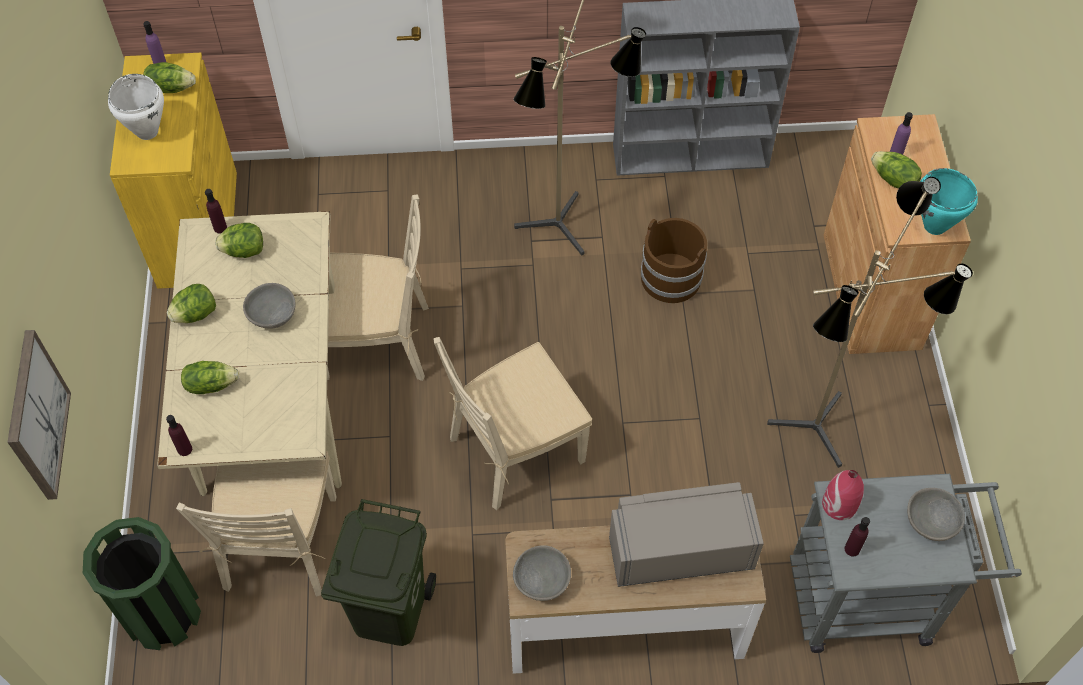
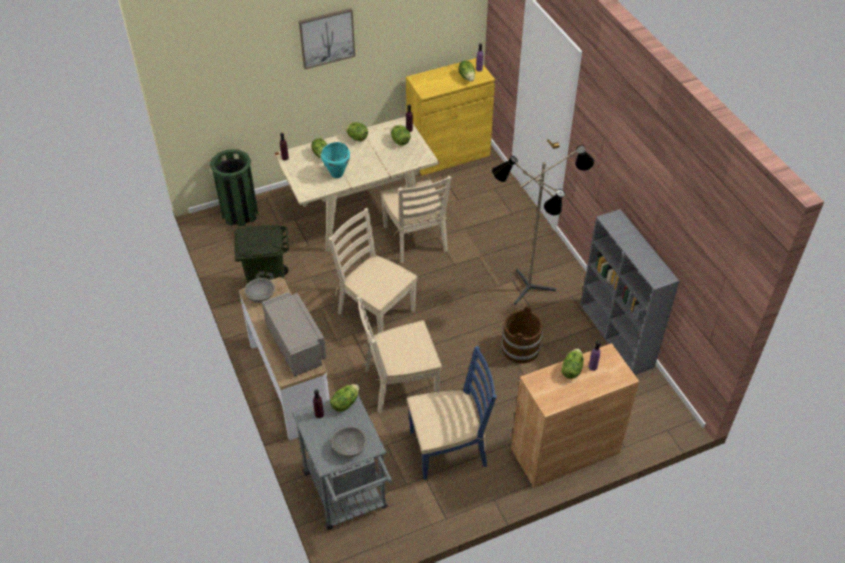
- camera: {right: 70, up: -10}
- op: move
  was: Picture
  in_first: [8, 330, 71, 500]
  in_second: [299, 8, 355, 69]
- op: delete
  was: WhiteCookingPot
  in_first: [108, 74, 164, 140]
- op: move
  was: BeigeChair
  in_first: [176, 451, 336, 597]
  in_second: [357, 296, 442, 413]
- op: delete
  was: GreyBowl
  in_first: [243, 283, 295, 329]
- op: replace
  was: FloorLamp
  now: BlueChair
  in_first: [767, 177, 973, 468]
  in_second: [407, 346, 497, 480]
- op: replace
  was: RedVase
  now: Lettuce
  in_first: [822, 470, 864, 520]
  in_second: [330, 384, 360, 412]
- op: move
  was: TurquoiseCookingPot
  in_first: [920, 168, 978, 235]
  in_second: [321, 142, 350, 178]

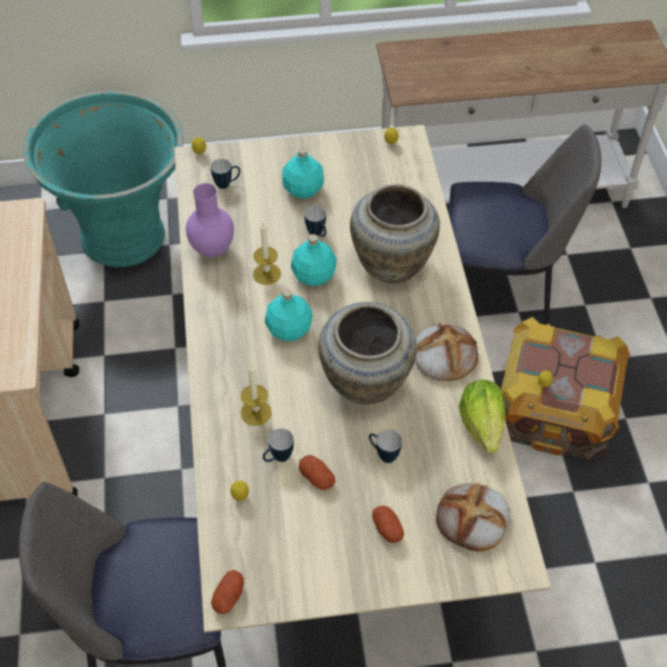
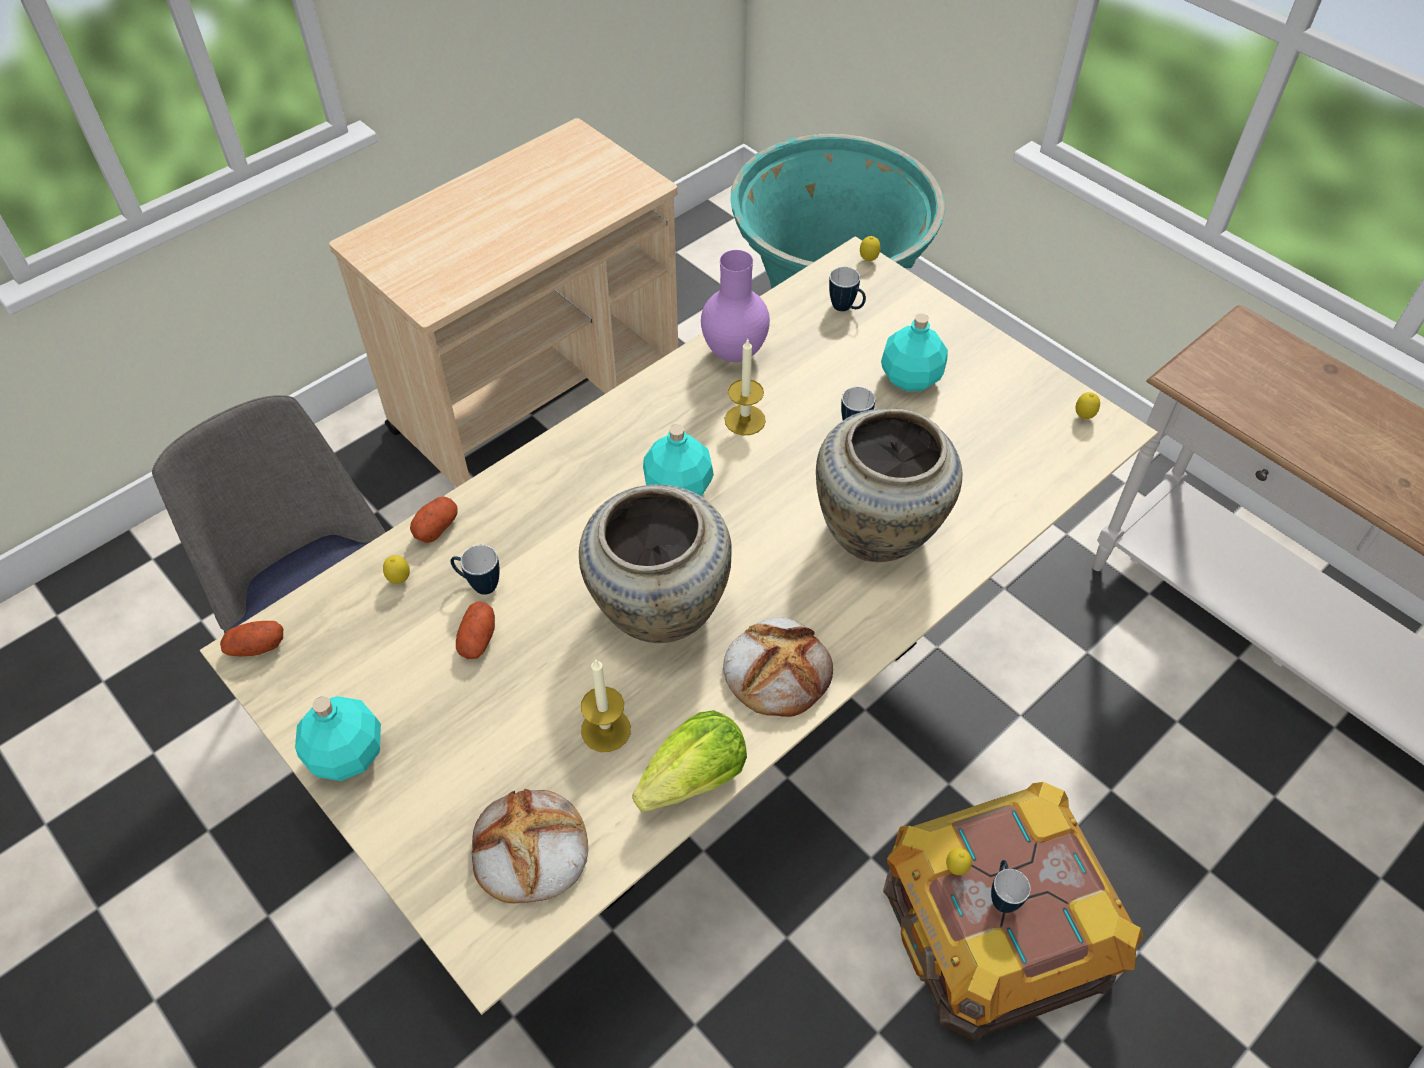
- camera: {right: 55, up: 0}
- op: move
  was: Candle
  in_first: [241, 364, 272, 426]
  in_second: [581, 658, 631, 752]
- op: move
  was: TurquoiseBottle
  in_first: [291, 234, 337, 286]
  in_second: [295, 696, 381, 781]
- op: move
  was: Mug
  in_first: [369, 430, 402, 463]
  in_second: [991, 860, 1031, 913]
- op: move
  was: Potato
  in_first: [372, 506, 404, 543]
  in_second: [410, 496, 458, 543]
- op: delete
  was: Chair
  in_first: [448, 124, 601, 325]

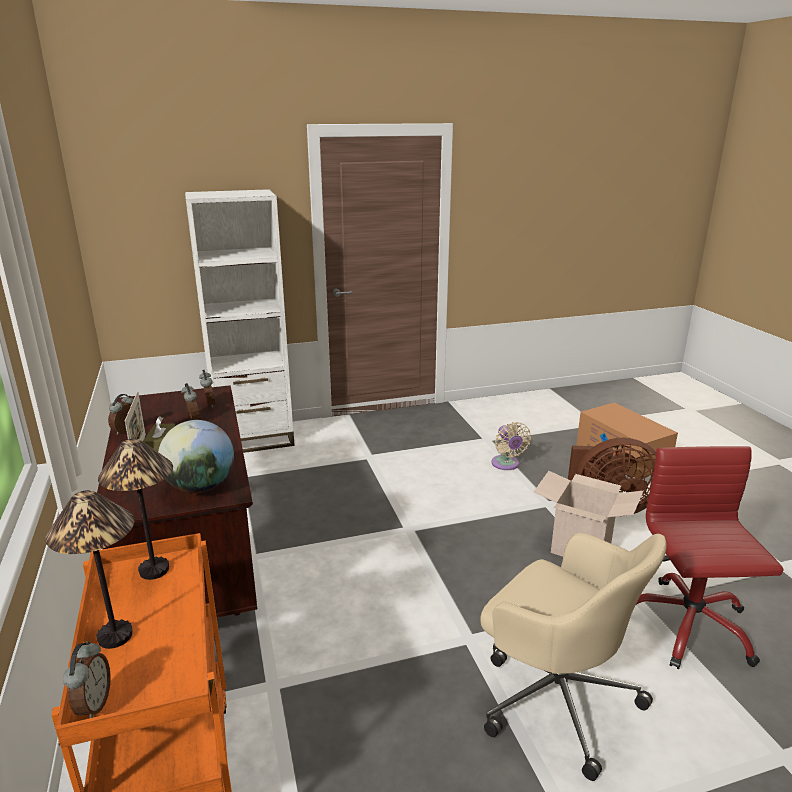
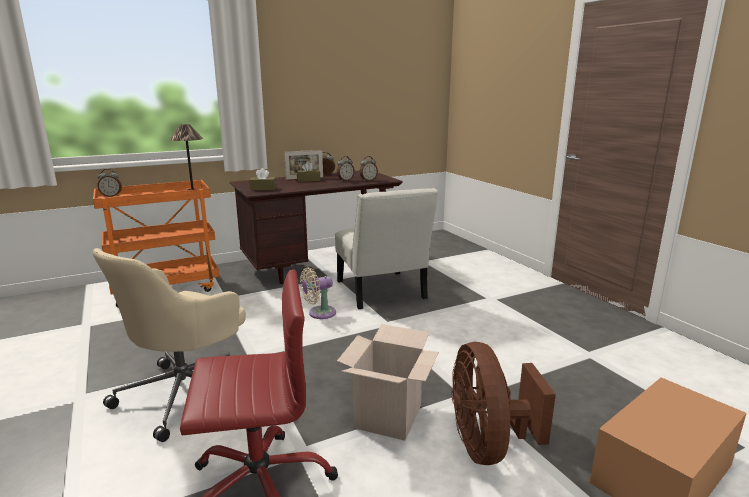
- camera: {right: 80, up: -5}
- op: delete
  was: TableLamp
  in_first: [45, 490, 135, 649]
- op: replace
  was: Globe
  now: BrownTissueBox
  in_first: [158, 420, 234, 493]
  in_second: [249, 168, 276, 190]
- op: delete
  was: WhiteBookcase
  in_first: [185, 189, 295, 453]
- op: move
  was: BeigeFan
  in_first: [492, 422, 531, 470]
  in_second: [300, 267, 336, 319]
- op: insert
  now: WhiteChair
  in_second: [335, 188, 439, 309]

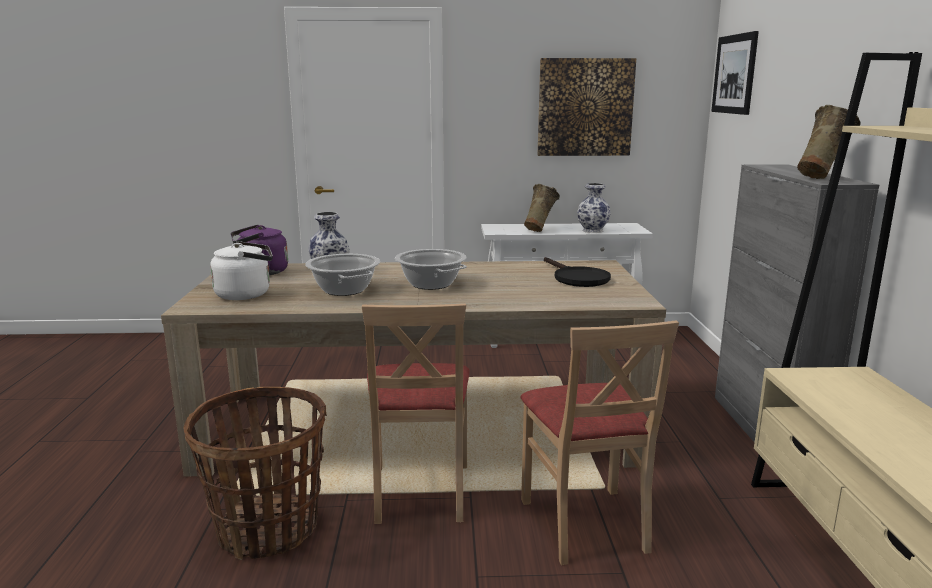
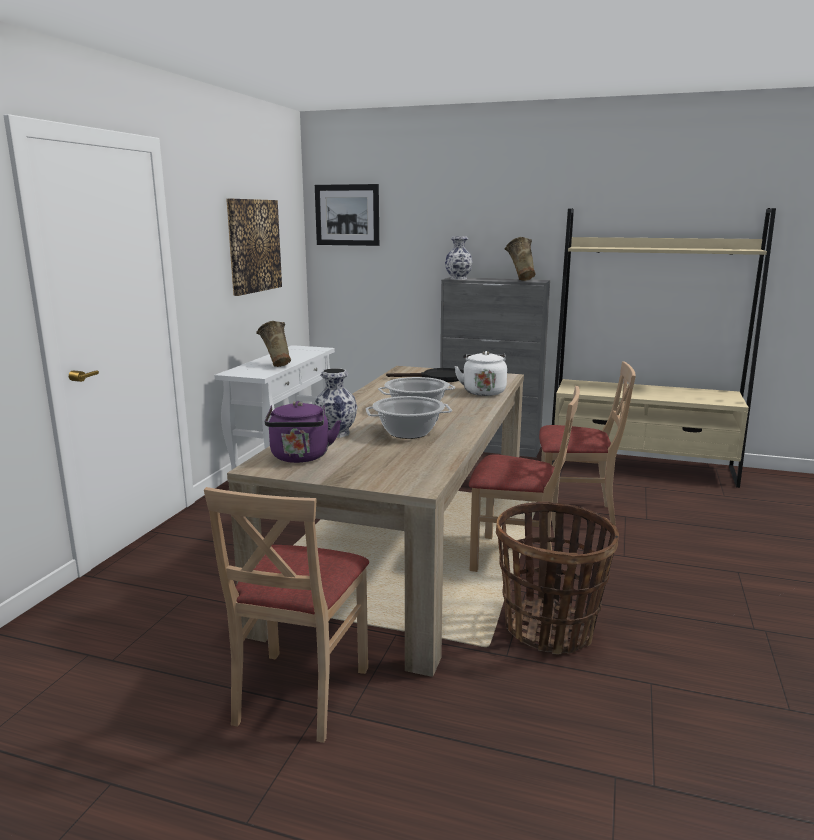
- camera: {right: -70, up: 0}
- op: move
  was: WhiteKettle
  in_first: [210, 241, 273, 300]
  in_second: [454, 351, 507, 396]
- op: move
  was: Vase
  in_first: [577, 183, 611, 233]
  in_second: [445, 236, 473, 280]
- op: insert
  now: BeigeChair
  in_second: [204, 487, 369, 743]

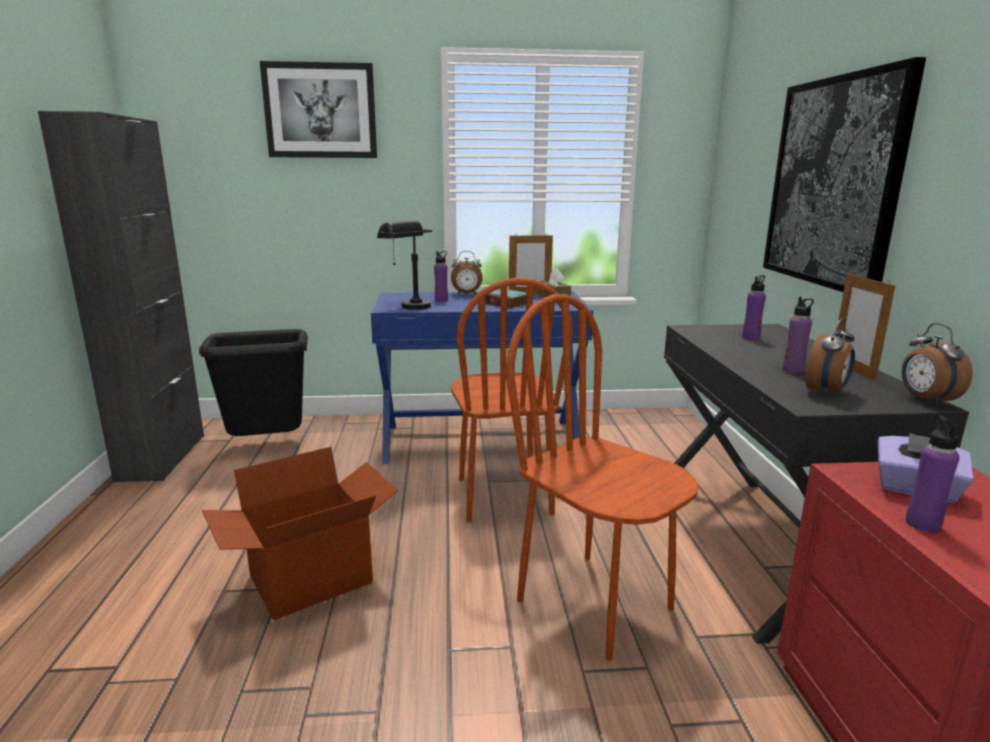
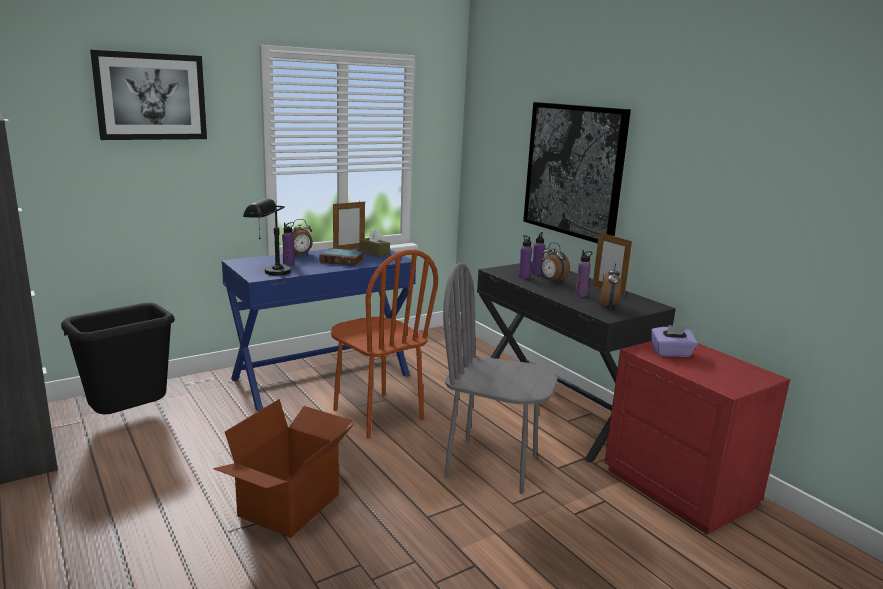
- camera: {right: -30, up: 0}
- op: recolor
  was: BrownChair
  now: GreyChair
  in_first: [506, 294, 698, 661]
  in_second: [443, 263, 557, 494]
- op: move
  was: AlarmClock
  in_first: [901, 323, 973, 406]
  in_second: [540, 242, 570, 283]
- op: move
  was: PurpleBottle
  in_first: [906, 415, 960, 532]
  in_second: [518, 235, 532, 279]

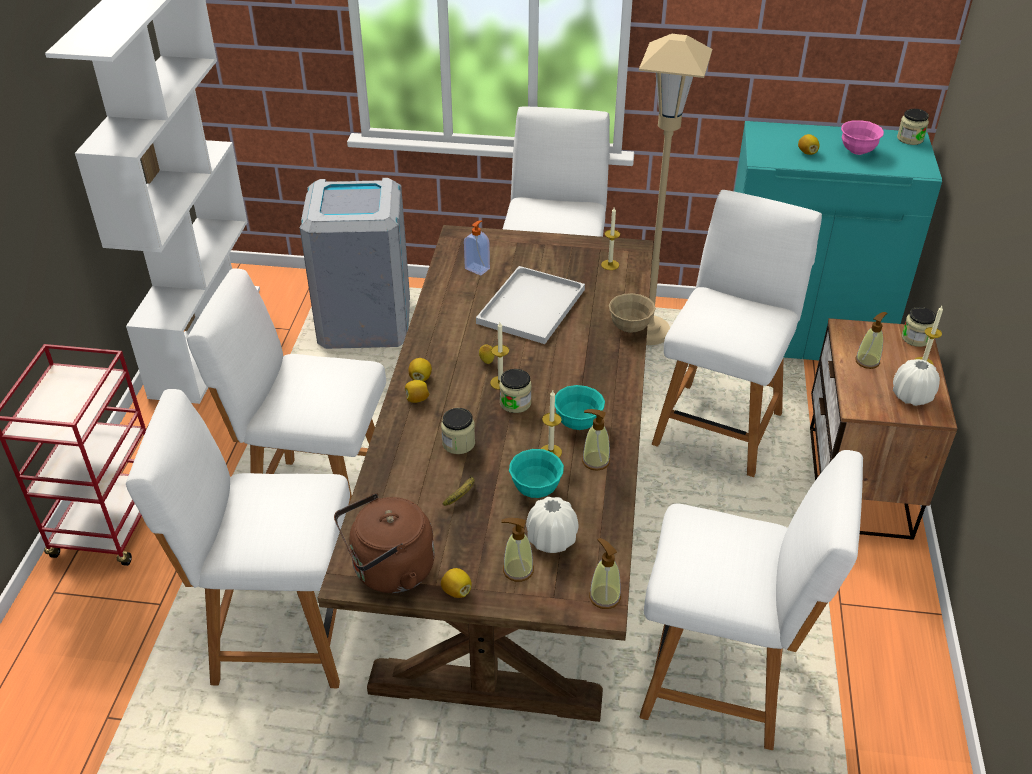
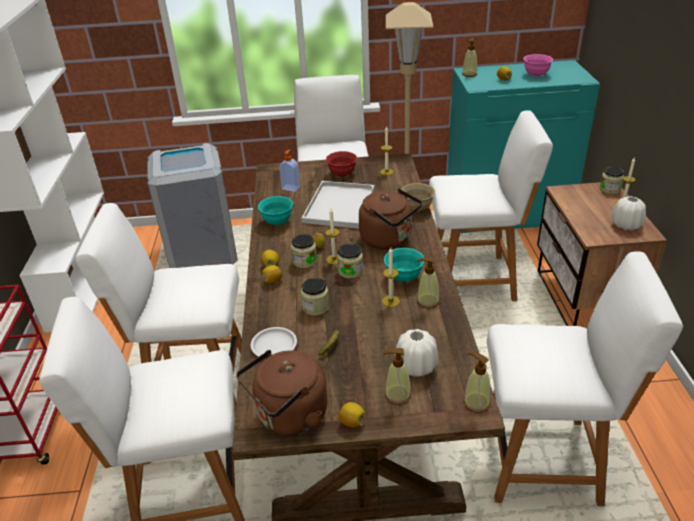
- camera: {right: -10, up: -5}
- op: move
  was: TurquoiseBowl
  in_first: [509, 449, 564, 498]
  in_second: [258, 196, 293, 225]
- op: rotate
  was: WhiteChair
  in_first: [652, 190, 822, 477]
  in_second: [429, 110, 553, 301]
  clockwise: 75
- op: move
  was: SoapDispenser
  in_first: [855, 312, 887, 369]
  in_second: [462, 38, 477, 77]
- op: move
  was: Jar
  in_first: [897, 109, 929, 145]
  in_second: [291, 234, 317, 268]
- op: insert
  now: WhitePlate
  in_second: [251, 327, 297, 357]
- op: insert
  now: RedBowl
  in_second: [326, 151, 357, 177]
- op: insert
  now: BrownKettle
  in_second: [359, 188, 422, 249]

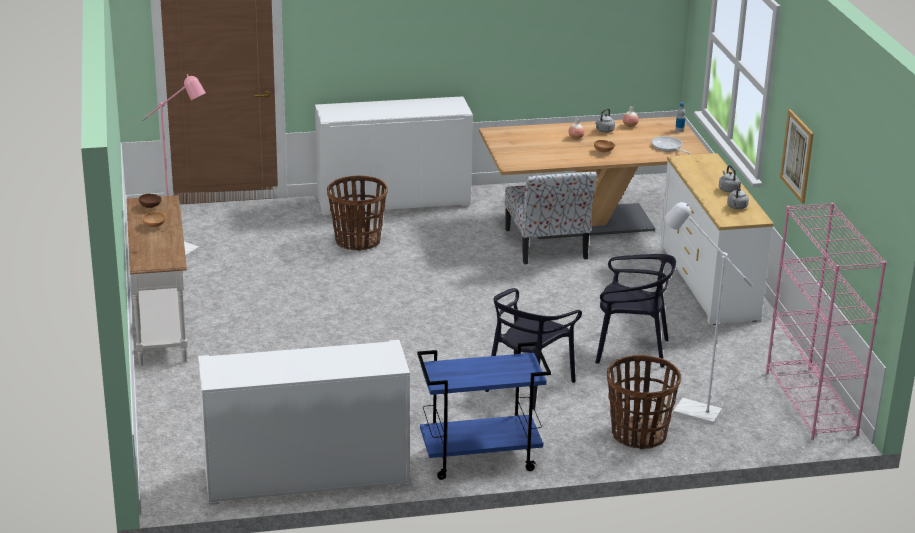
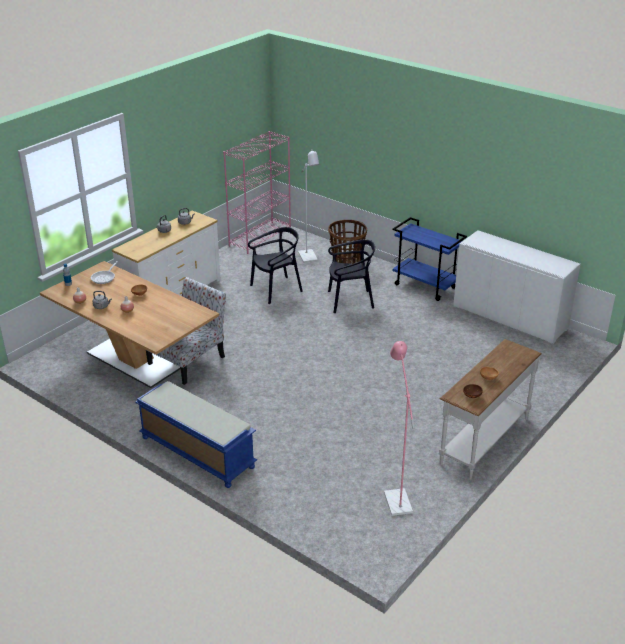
- camera: {right: -130, up: 5}
- op: replace
  was: WhiteCabinet
  now: BlueBench
  in_first: [315, 96, 473, 215]
  in_second: [135, 381, 257, 488]
- op: delete
  was: Basket
  in_first: [327, 175, 388, 251]
- op: rotate
  was: BlackChair
  in_first: [595, 254, 676, 367]
  in_second: [248, 227, 303, 304]
  clockwise: 90
- op: delete
  was: Picture
  in_first: [780, 109, 814, 204]

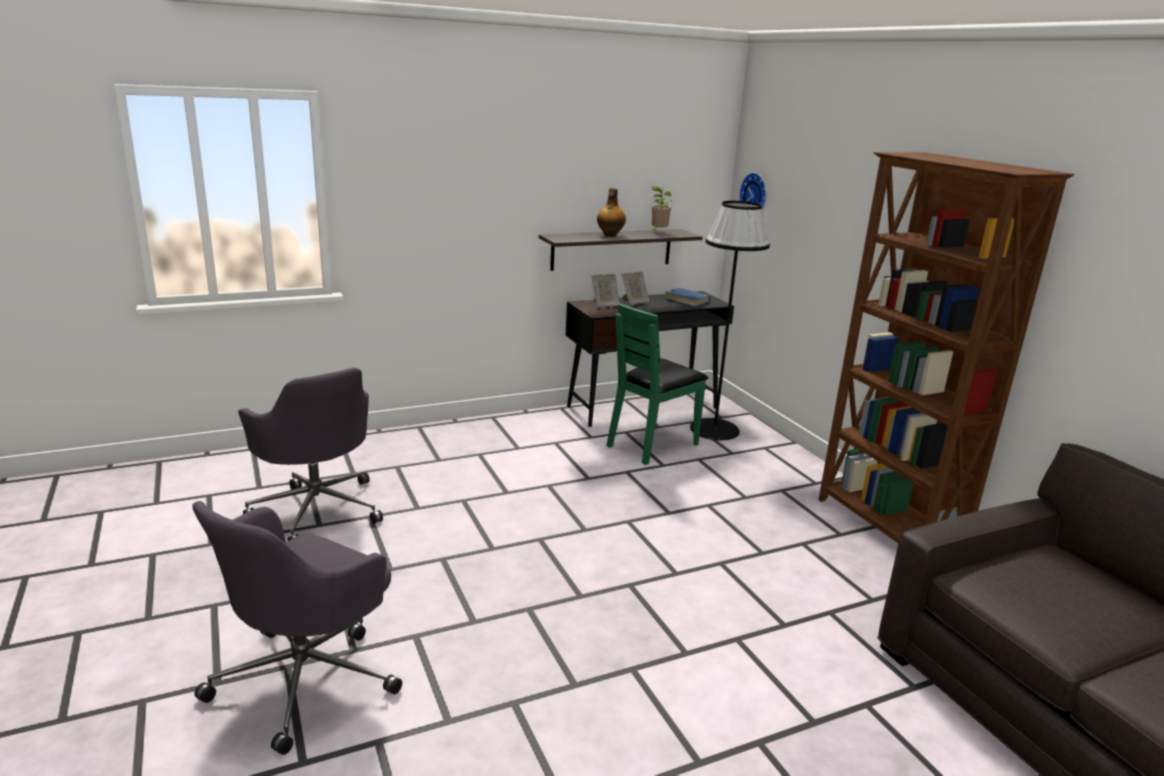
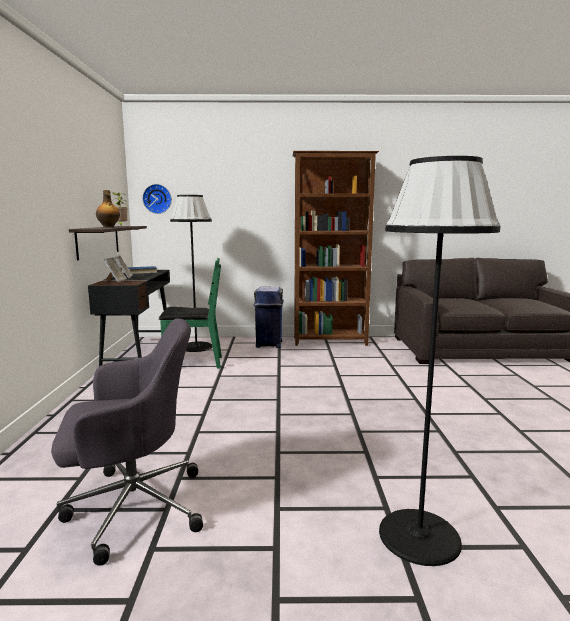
- camera: {right: -65, up: -10}
- op: replace
  was: GreyOfficeChair
  now: BlackFloorLamp
  in_first: [192, 501, 402, 755]
  in_second: [379, 156, 500, 566]
- op: rotate
  was: GreenChair
  in_first: [606, 303, 708, 465]
  in_second: [159, 258, 222, 369]
  clockwise: -75
- op: insert
  now: BlueTrashCan
  in_second: [254, 287, 283, 348]

